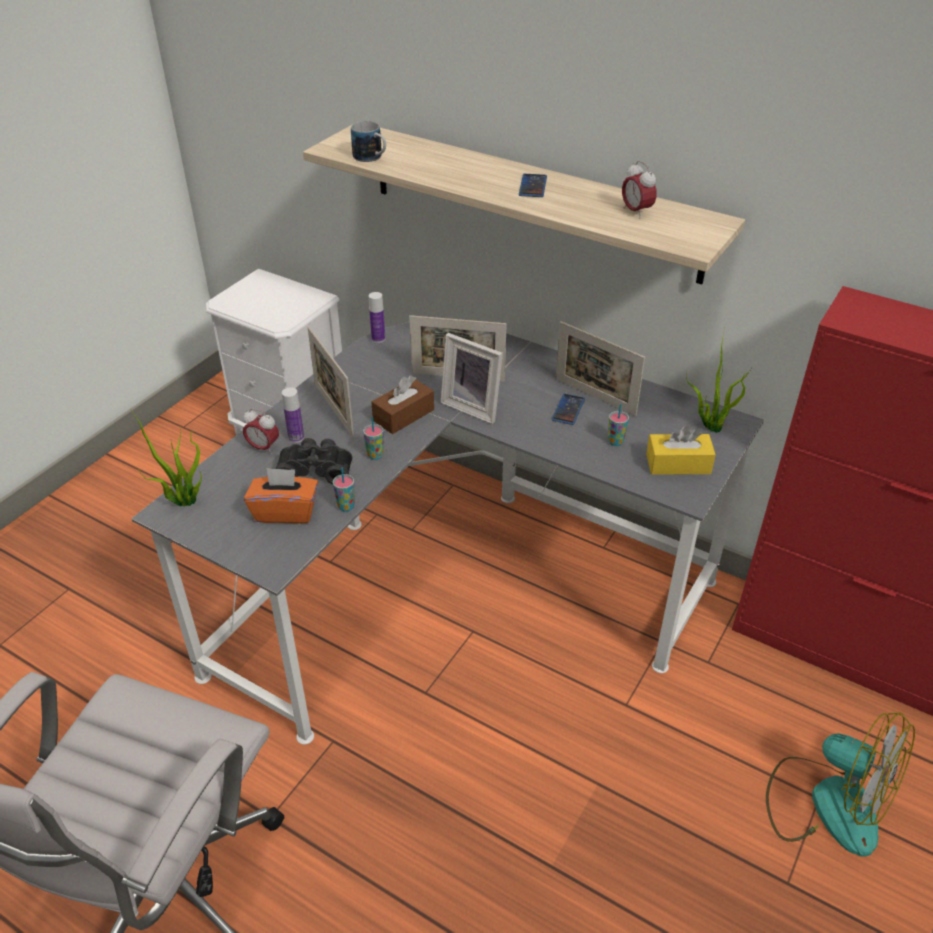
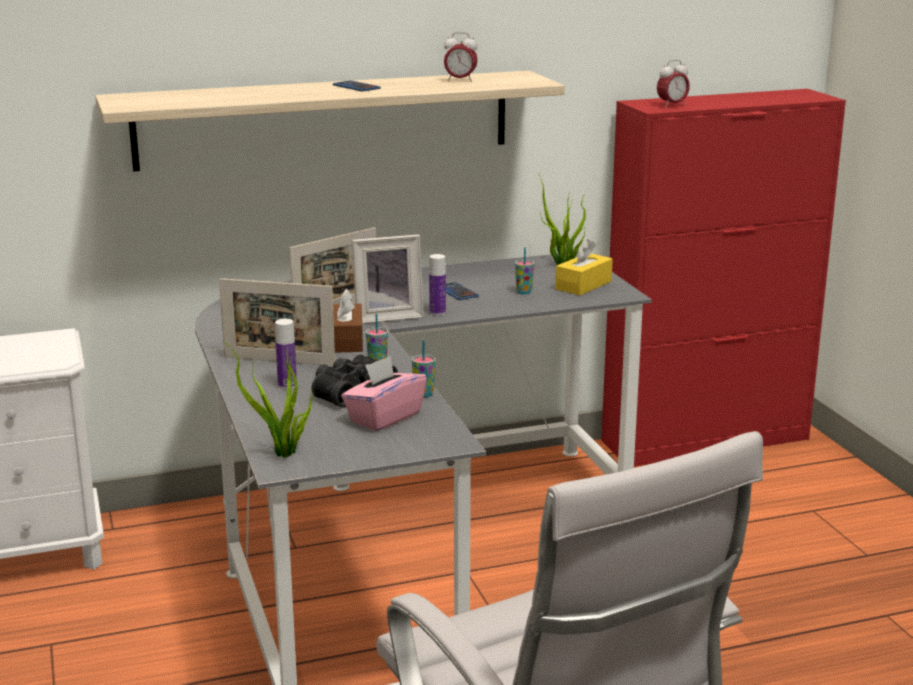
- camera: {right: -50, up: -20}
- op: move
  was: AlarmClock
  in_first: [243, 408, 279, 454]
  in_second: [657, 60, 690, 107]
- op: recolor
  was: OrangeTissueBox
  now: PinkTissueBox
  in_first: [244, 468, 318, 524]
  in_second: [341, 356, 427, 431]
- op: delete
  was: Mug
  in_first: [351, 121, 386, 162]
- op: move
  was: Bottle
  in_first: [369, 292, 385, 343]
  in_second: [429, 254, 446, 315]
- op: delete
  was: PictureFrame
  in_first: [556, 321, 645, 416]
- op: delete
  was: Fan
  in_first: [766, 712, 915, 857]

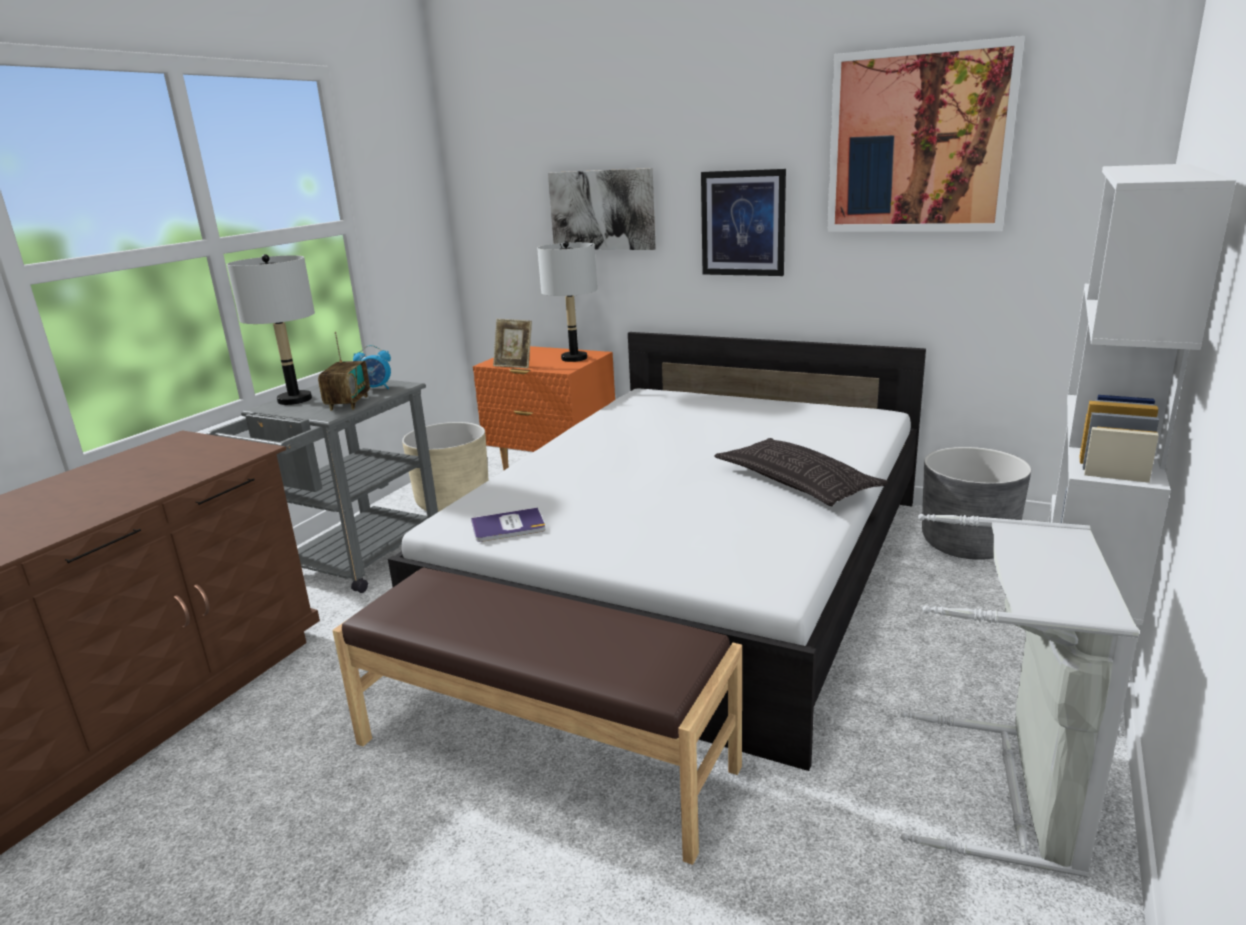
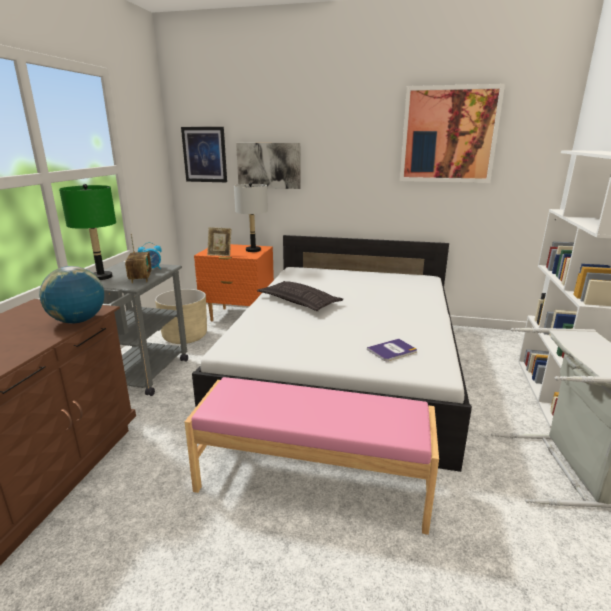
- camera: {right: -15, up: 0}
- op: recolor
  was: GreyTableLamp
  now: GreenTableLamp
  in_first: [227, 254, 315, 405]
  in_second: [59, 184, 116, 280]
- op: recolor
  was: BrownBench
  now: PinkBench
  in_first: [332, 568, 742, 865]
  in_second: [185, 377, 439, 535]
- op: move
  was: Book
  in_first: [471, 508, 545, 542]
  in_second: [367, 339, 417, 361]
- op: move
  was: Picture
  in_first: [701, 169, 786, 276]
  in_second: [181, 127, 227, 182]
- op: move
  was: Pillow
  in_first: [714, 438, 888, 506]
  in_second: [257, 281, 343, 311]
- op: delete
  was: GreyPlanter
  in_first: [922, 447, 1031, 560]
- op: insert
  now: Globe
  in_second: [39, 266, 104, 323]

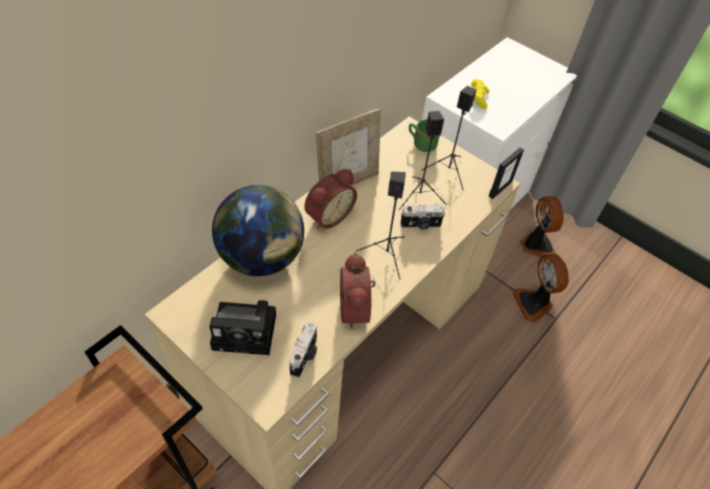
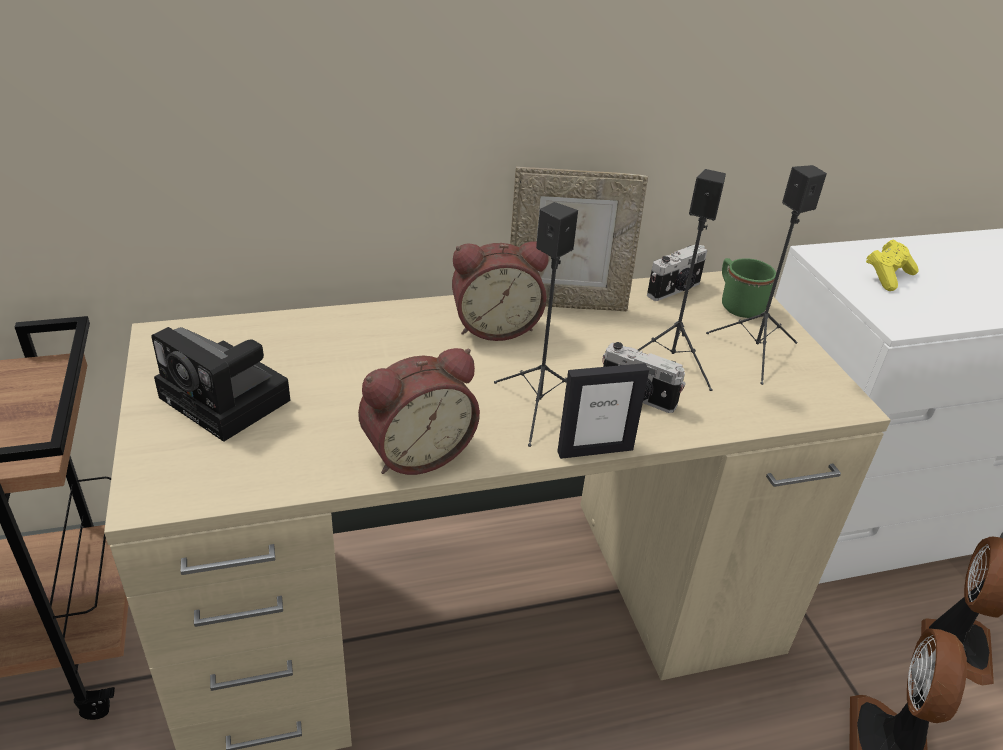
- camera: {right: 35, up: -15}
- op: delete
  was: Globe
  in_first: [212, 185, 304, 276]
- op: move
  was: PhotoCamera
  in_first: [289, 322, 317, 378]
  in_second: [647, 245, 707, 301]
- op: rotate
  was: AlarmClock
  in_first: [340, 253, 376, 329]
  in_second: [358, 348, 480, 475]
  clockwise: -150
- op: move
  was: PictureFrame
  in_first: [489, 147, 524, 199]
  in_second: [557, 363, 649, 459]

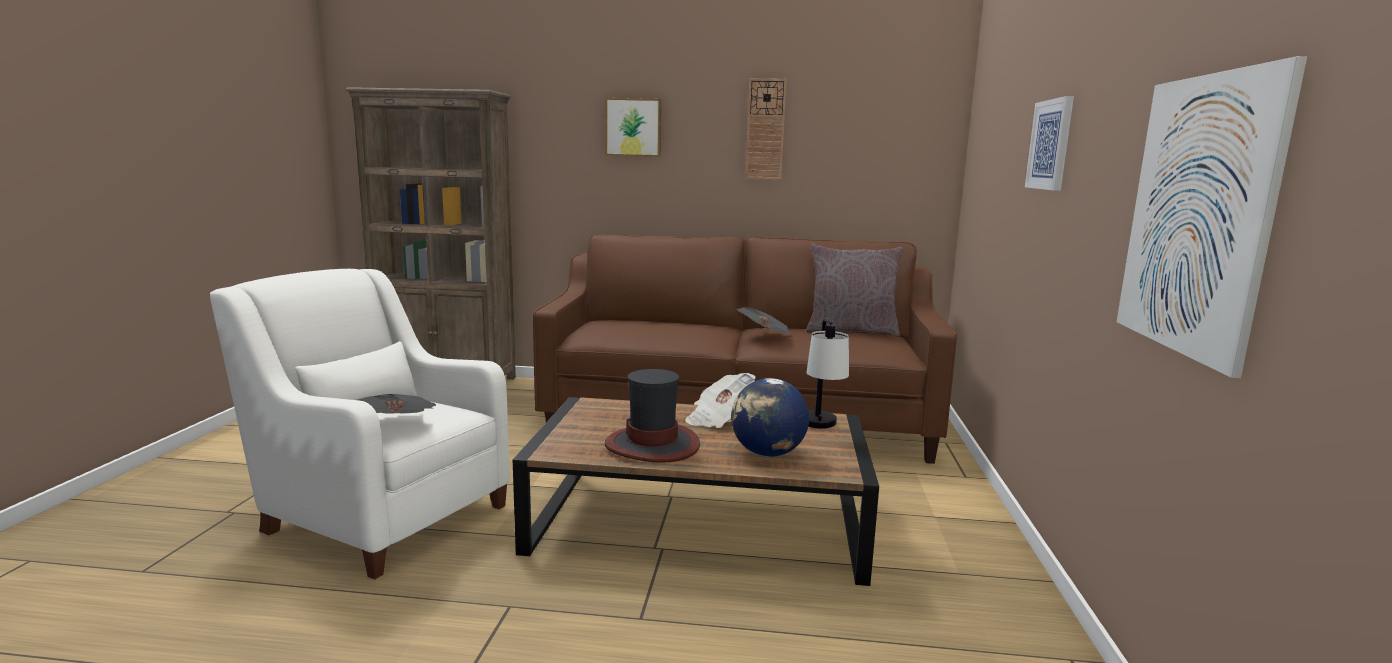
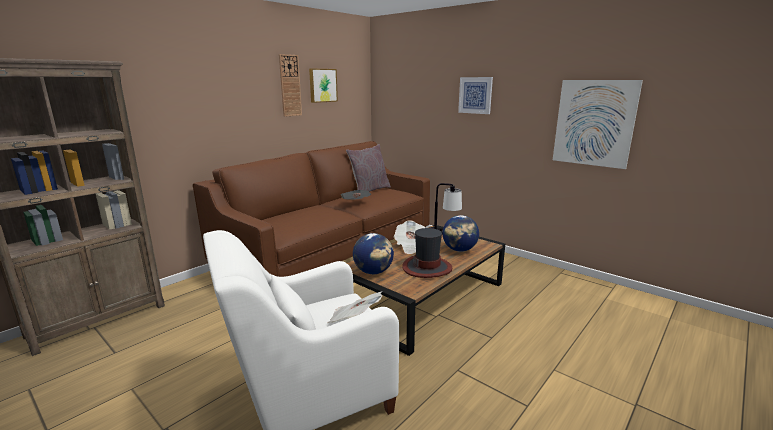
- camera: {right: -55, up: 5}
- op: move
  was: Picture
  in_first: [605, 98, 662, 157]
  in_second: [309, 68, 338, 103]
- op: insert
  now: Globe
  in_second: [353, 233, 394, 274]

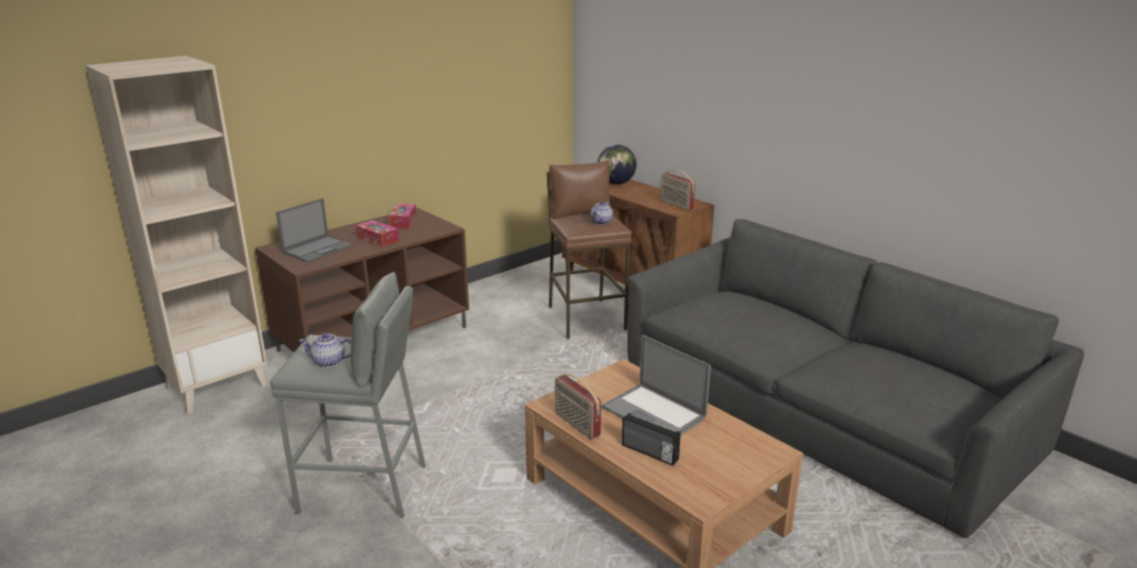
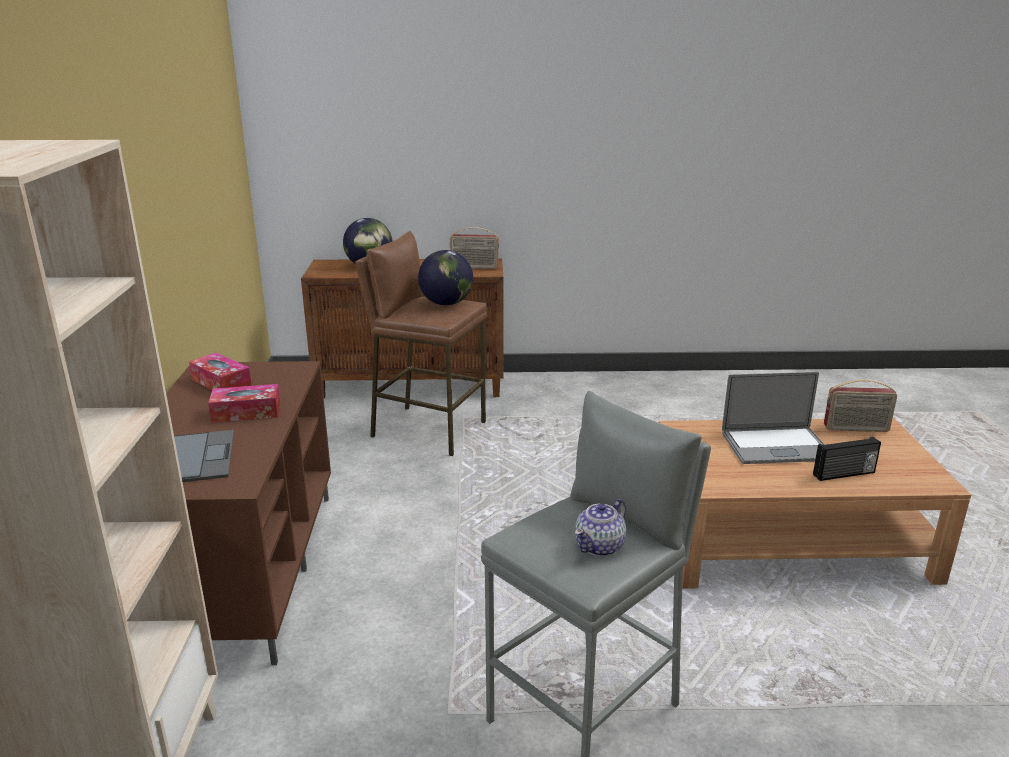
- camera: {right: -50, up: 0}
- op: move
  was: Radio
  in_first: [555, 374, 601, 439]
  in_second: [824, 379, 897, 432]
- op: replace
  was: Teapot
  now: Globe
  in_first: [590, 201, 613, 225]
  in_second: [418, 250, 473, 306]
- op: delete
  was: GreySofa
  in_first: [627, 219, 1084, 538]

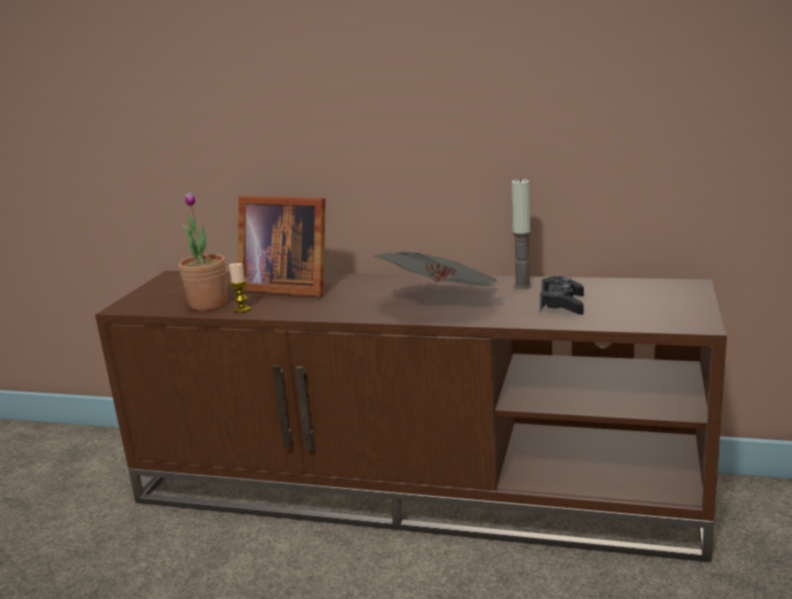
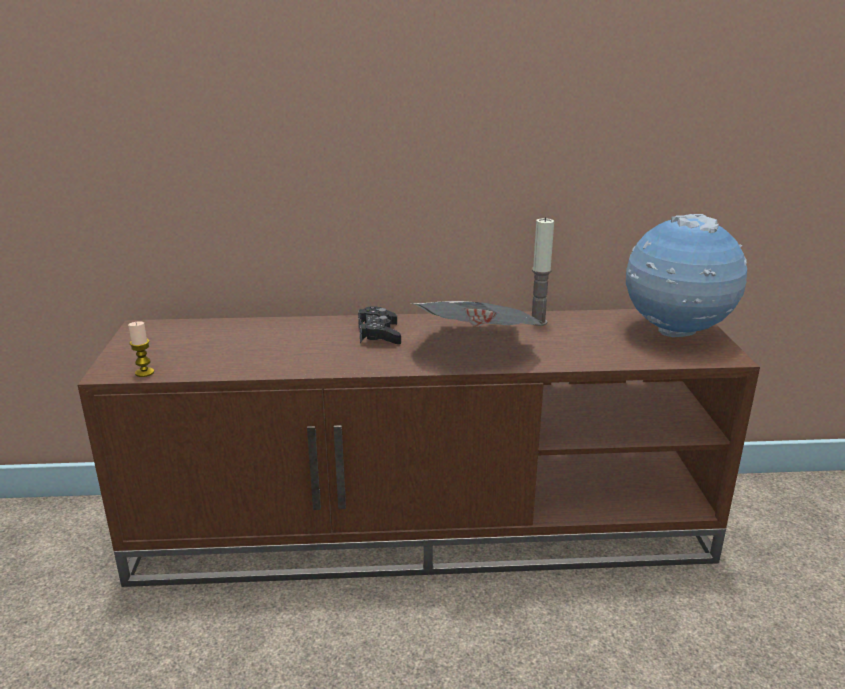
- camera: {right: -20, up: 5}
- op: delete
  was: PottedPlant
  in_first: [179, 191, 228, 311]
- op: move
  was: Candle
  in_first: [229, 263, 251, 313]
  in_second: [128, 322, 154, 377]
- op: delete
  was: PictureFrame
  in_first: [238, 196, 326, 297]
- op: move
  was: BlackGameController
  in_first: [540, 276, 584, 314]
  in_second: [358, 306, 401, 344]
- op: insert
  now: Globe
  in_second: [626, 214, 747, 337]

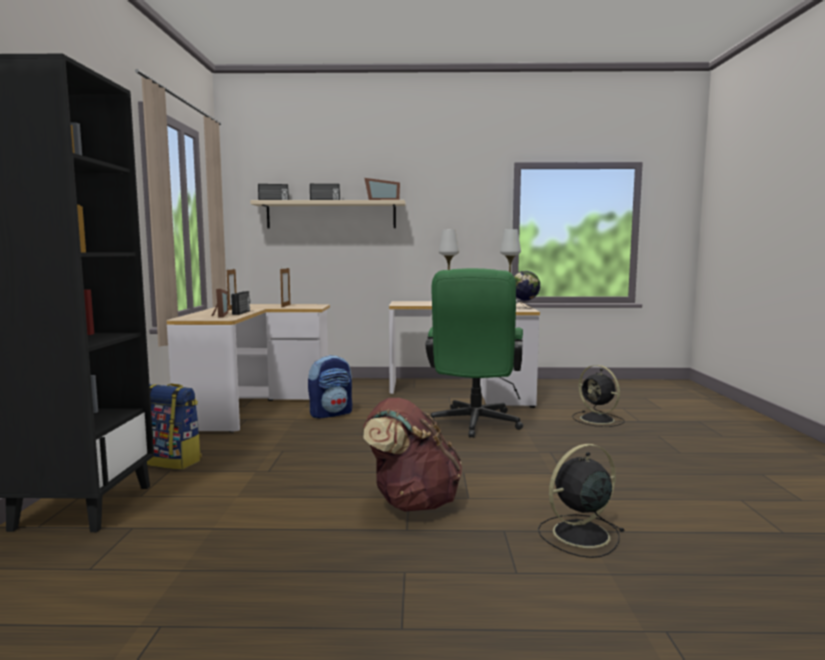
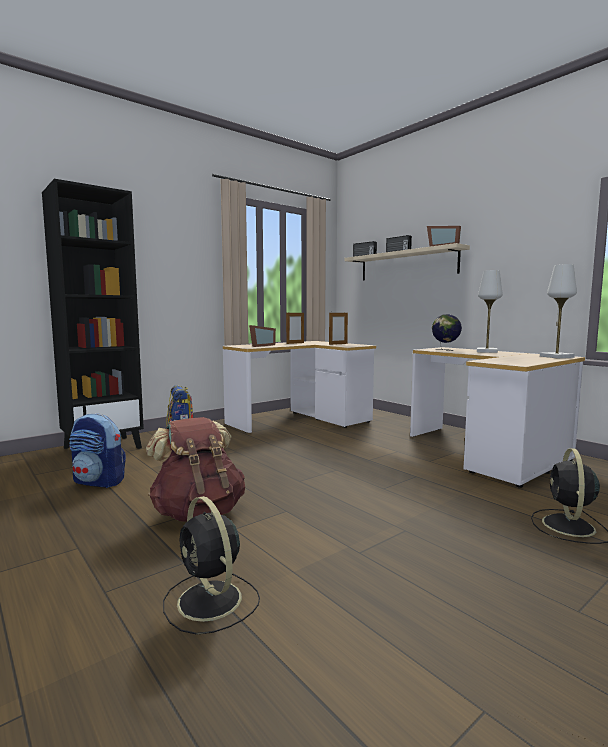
- camera: {right: 50, up: 0}
- op: delete
  was: Radio
  in_first: [231, 291, 251, 315]
- op: move
  was: Backpack
  in_first: [308, 355, 352, 419]
  in_second: [69, 413, 126, 488]
- op: delete
  was: GreenOfficeChair
  in_first: [426, 268, 523, 438]
- op: move
  was: Globe
  in_first: [514, 271, 540, 309]
  in_second: [432, 314, 462, 351]
- op: rotate
  was: BlackFan
  in_first: [538, 444, 625, 558]
  in_second: [163, 496, 260, 635]
  clockwise: -150

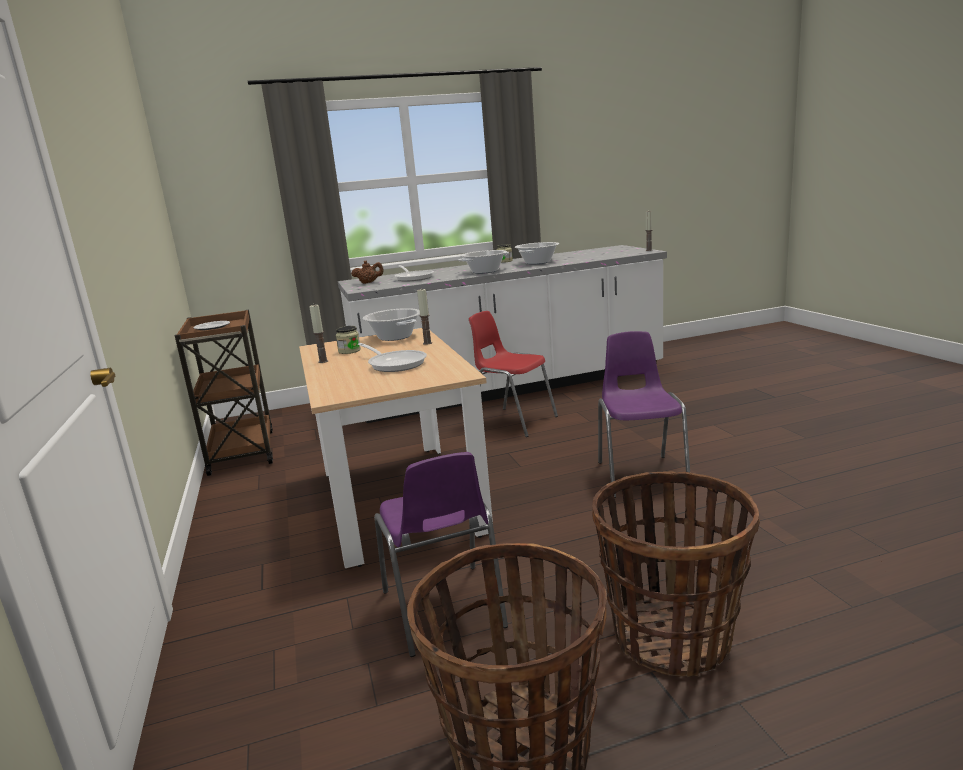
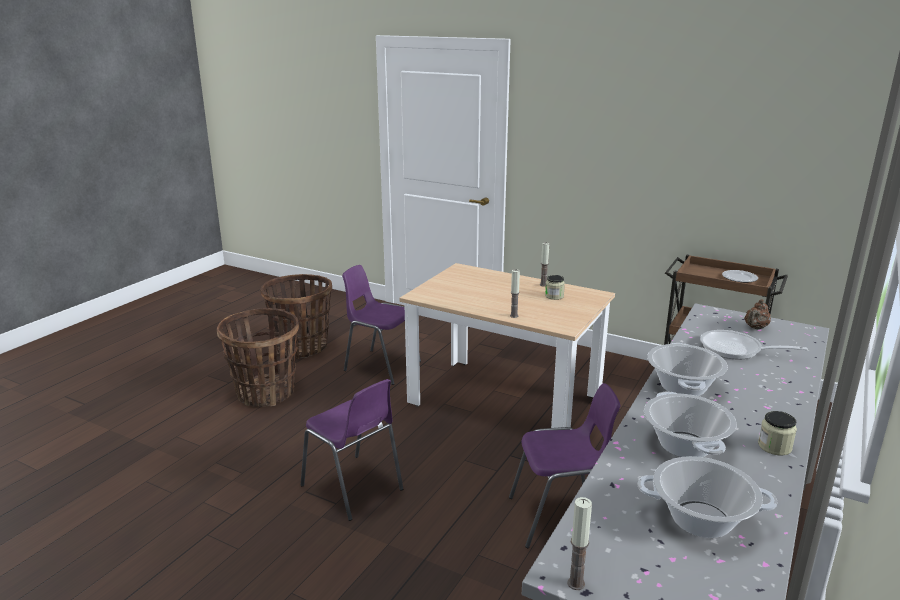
- camera: {right: 135, up: 5}
- op: delete
  was: FryingPan
  in_first: [358, 343, 427, 372]
- op: move
  was: CookingPot
  in_first: [363, 308, 420, 341]
  in_second: [637, 456, 777, 538]
- op: recolor
  was: RedChair
  now: PurpleChair
  in_first: [469, 311, 558, 437]
  in_second: [509, 383, 621, 548]

